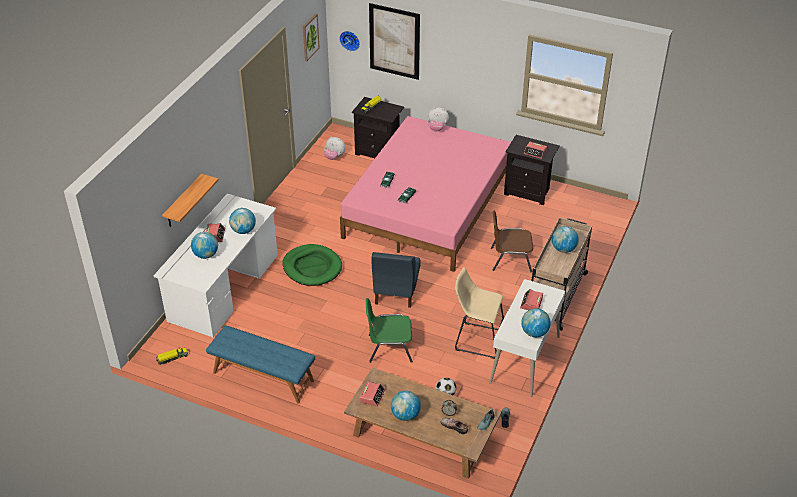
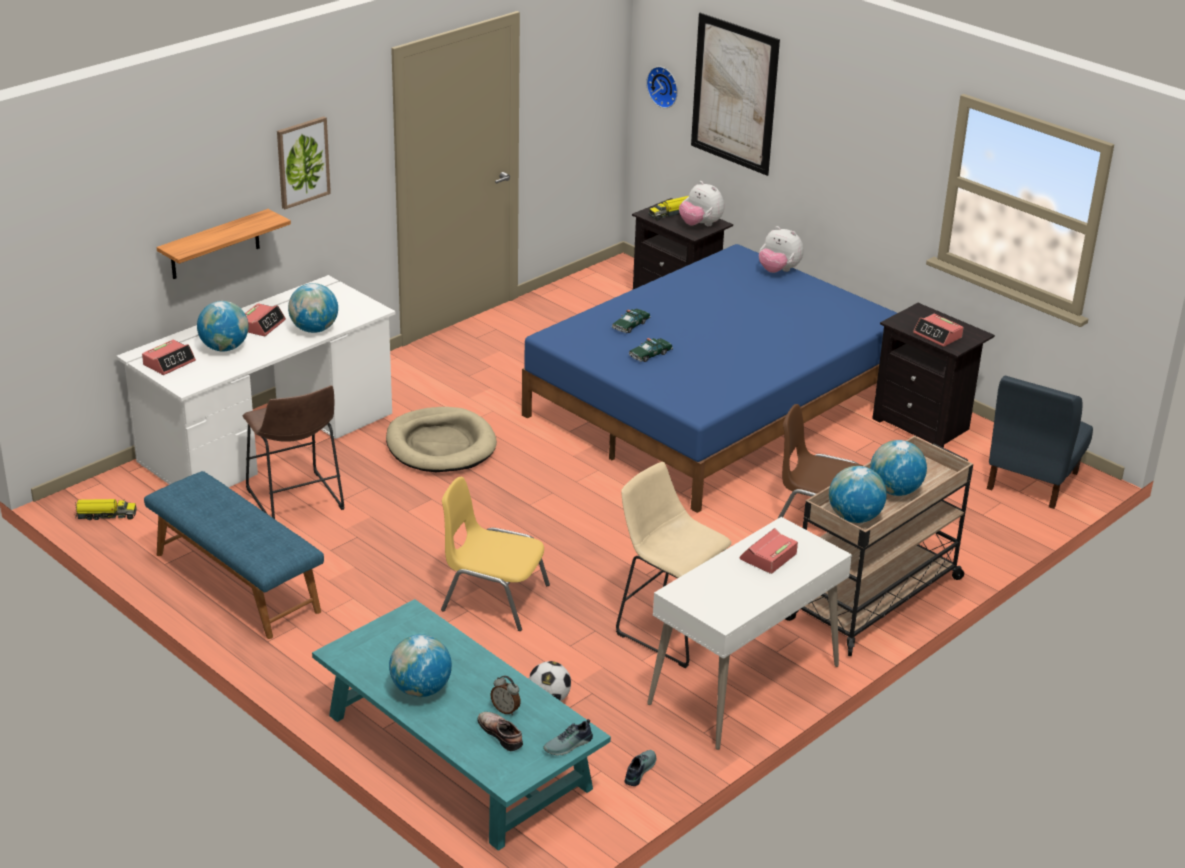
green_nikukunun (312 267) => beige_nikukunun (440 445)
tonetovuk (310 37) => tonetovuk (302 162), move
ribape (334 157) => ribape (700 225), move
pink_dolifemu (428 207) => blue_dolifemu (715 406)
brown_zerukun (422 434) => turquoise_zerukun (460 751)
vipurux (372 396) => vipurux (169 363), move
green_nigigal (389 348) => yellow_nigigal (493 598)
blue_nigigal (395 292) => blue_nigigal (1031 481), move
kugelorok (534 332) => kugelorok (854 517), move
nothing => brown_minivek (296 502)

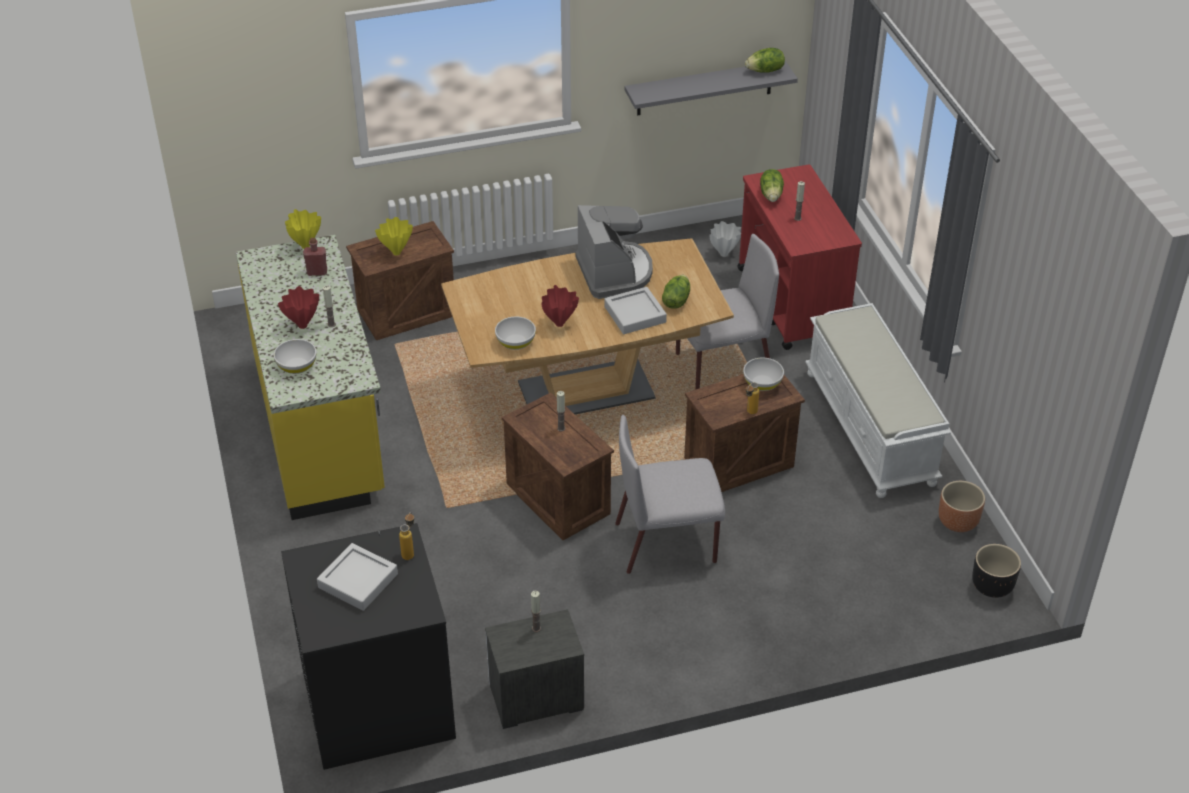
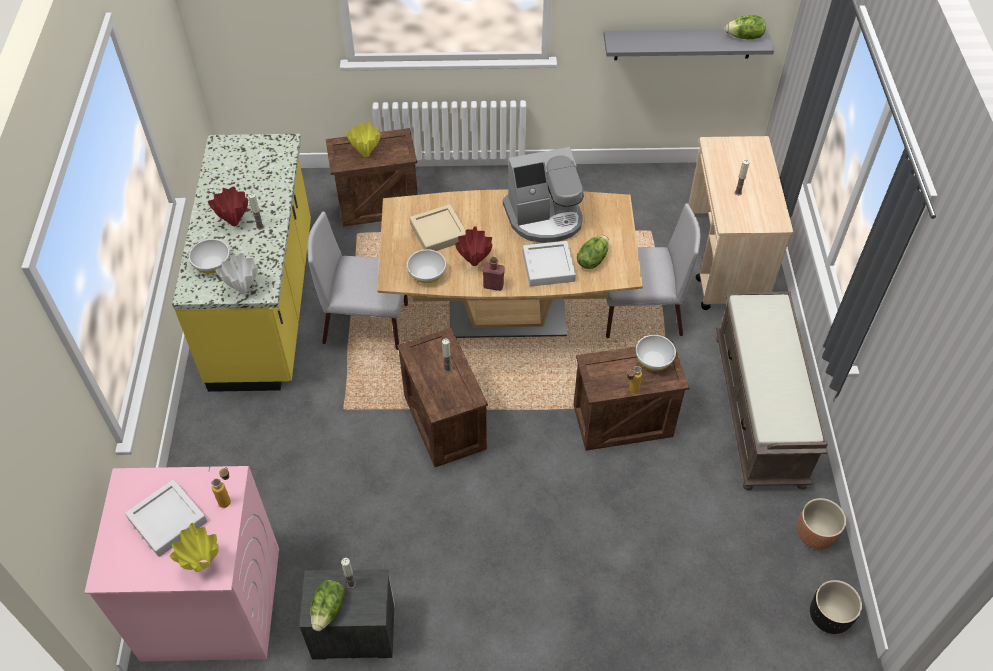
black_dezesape (377 705) => pink_dezesape (210 603)
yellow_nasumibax (306 247) => yellow_nasumibax (203 565), move
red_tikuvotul (317 272) => red_tikuvotul (493 285), move
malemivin (614 272) => malemivin (544 217), 75 degrees clockwise
grey_nigigal (667 542) => grey_nigigal (367 323), move
white_nasumibax (724 254) => white_nasumibax (244 290), move
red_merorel (792 303) => beige_merorel (725 262)
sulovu (771 195) => sulovu (329 609), move
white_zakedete (871 428) => brown_zakedete (760 411)
nothing => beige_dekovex (438 232)

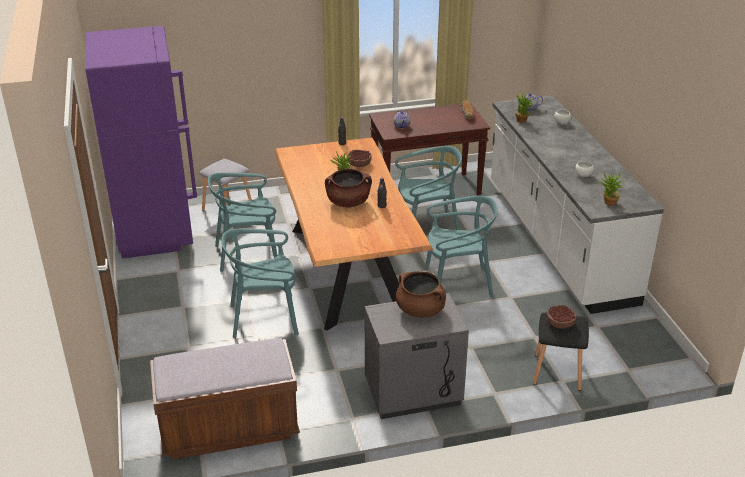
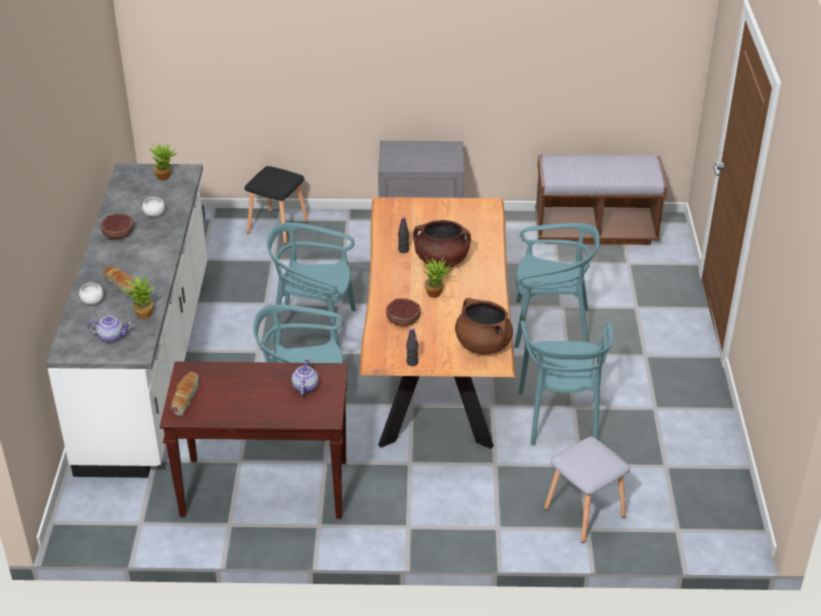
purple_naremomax (155 231) => nothing
turquoise_nigigal (247 254) => turquoise_nigigal (561 417), 90 degrees clockwise
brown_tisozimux (420 310) => brown_tisozimux (482 344), move
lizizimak (560 323) => lizizimak (118 233), move
nothing => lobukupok (122 286)

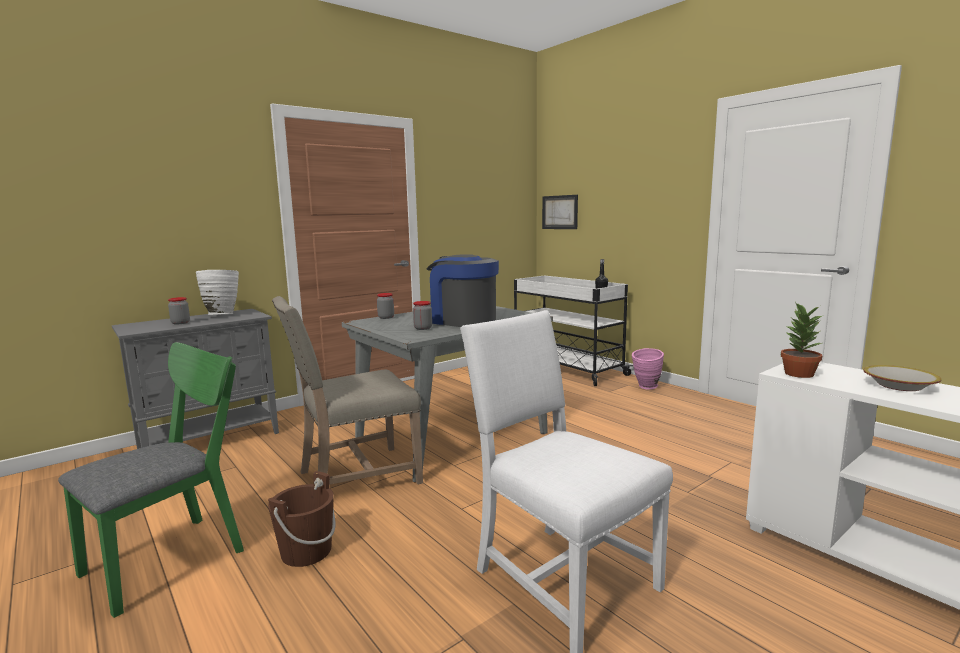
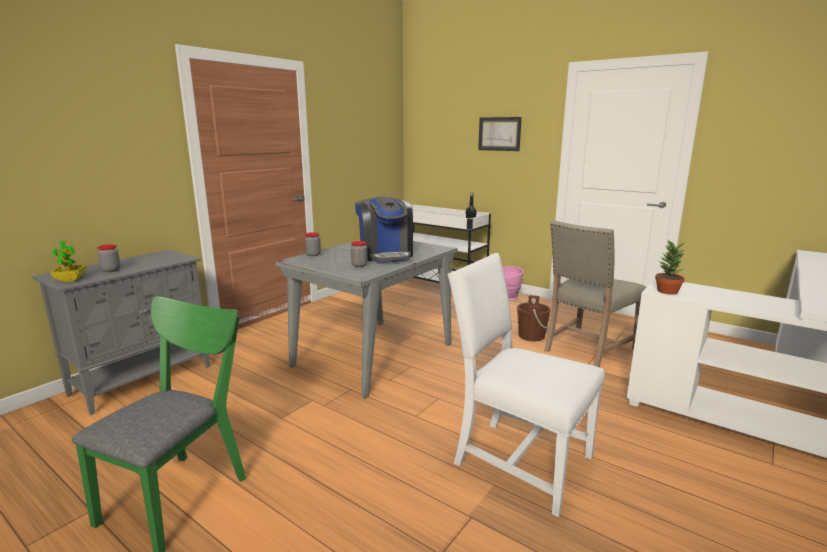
white_nasumibax (222 315) => nothing
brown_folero (306 551) => brown_folero (531 336), move
beige_nigigal (355 477) => beige_nigigal (587 350), move
malemivin (462 320) => malemivin (385 255), 135 degrees counterclockwise
tonetovuk (560 212) => tonetovuk (499 134), move
lizizimak (898 385) => nothing
nothing => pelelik (71 280)

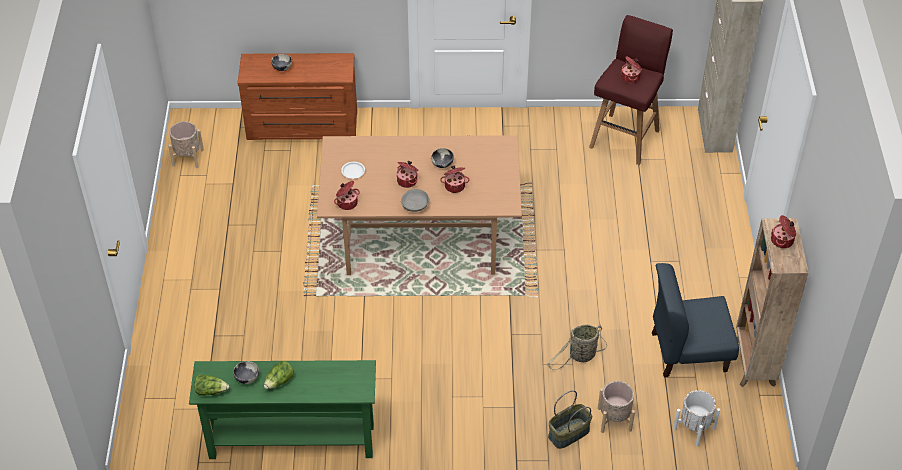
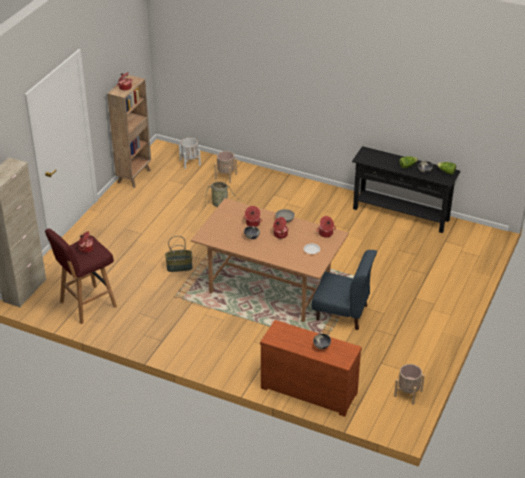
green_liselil (292 442) => black_liselil (401 214)
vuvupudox (569 434) => vuvupudox (179 266), move
blue_nigigal (688 351) => blue_nigigal (342 313), move

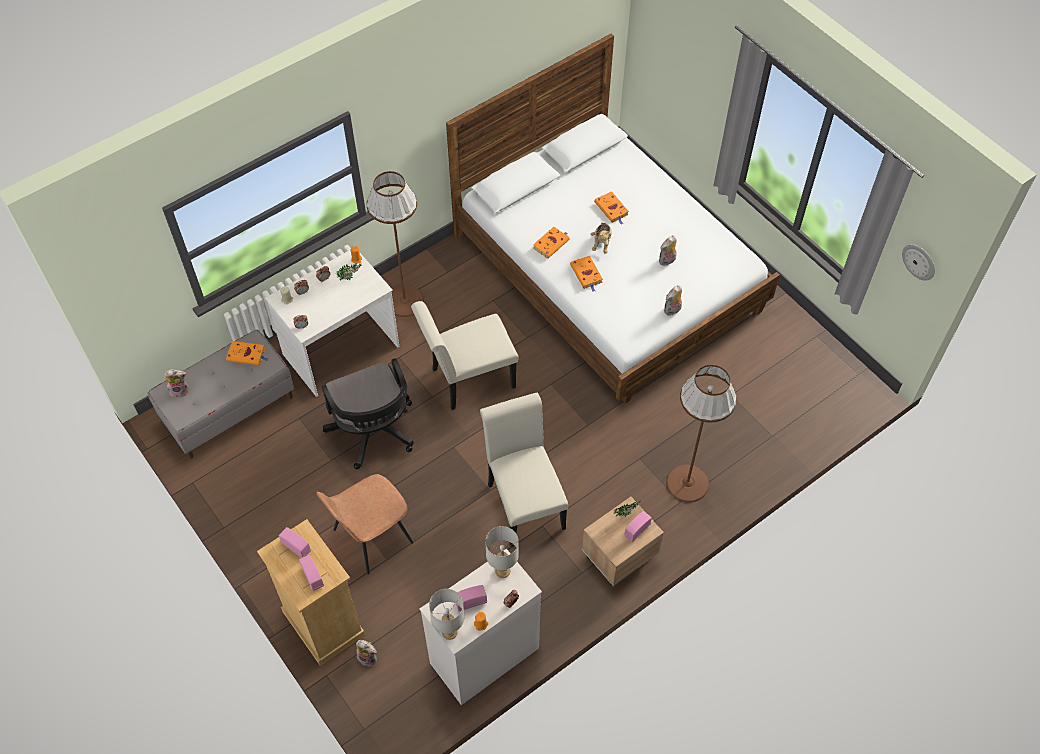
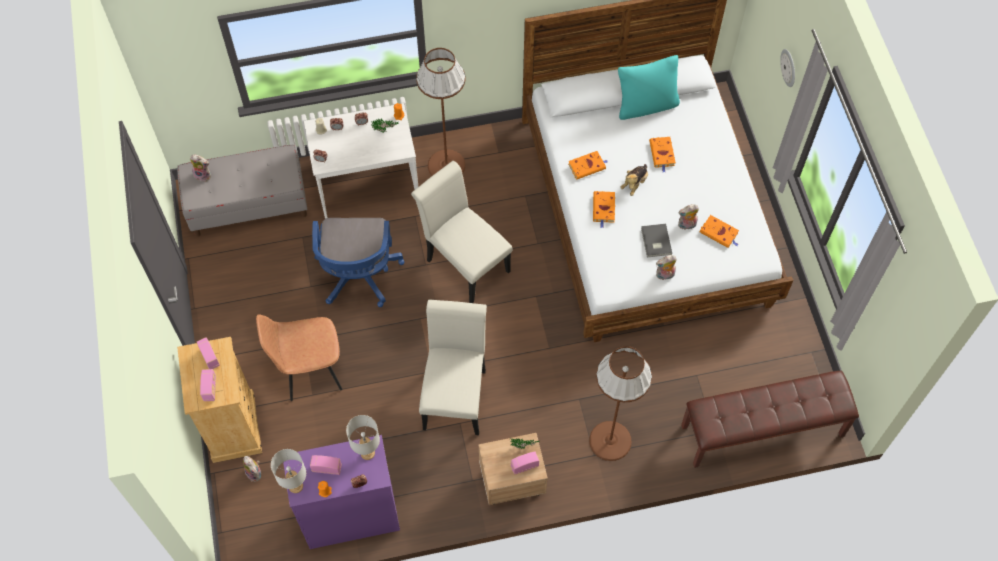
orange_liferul (247 355) => orange_liferul (719 233), move
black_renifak (374 433) => blue_renifak (358 277)
white_nigigal (467 380) => white_nigigal (464 262), 45 degrees clockwise
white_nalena (483 656) => purple_nalena (350 516)
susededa (919 261) => susededa (789 67), move
nothing => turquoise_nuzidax (646 105)
nothing => grey_liferul (655 241)
nothing => brown_zakedete (762 431)

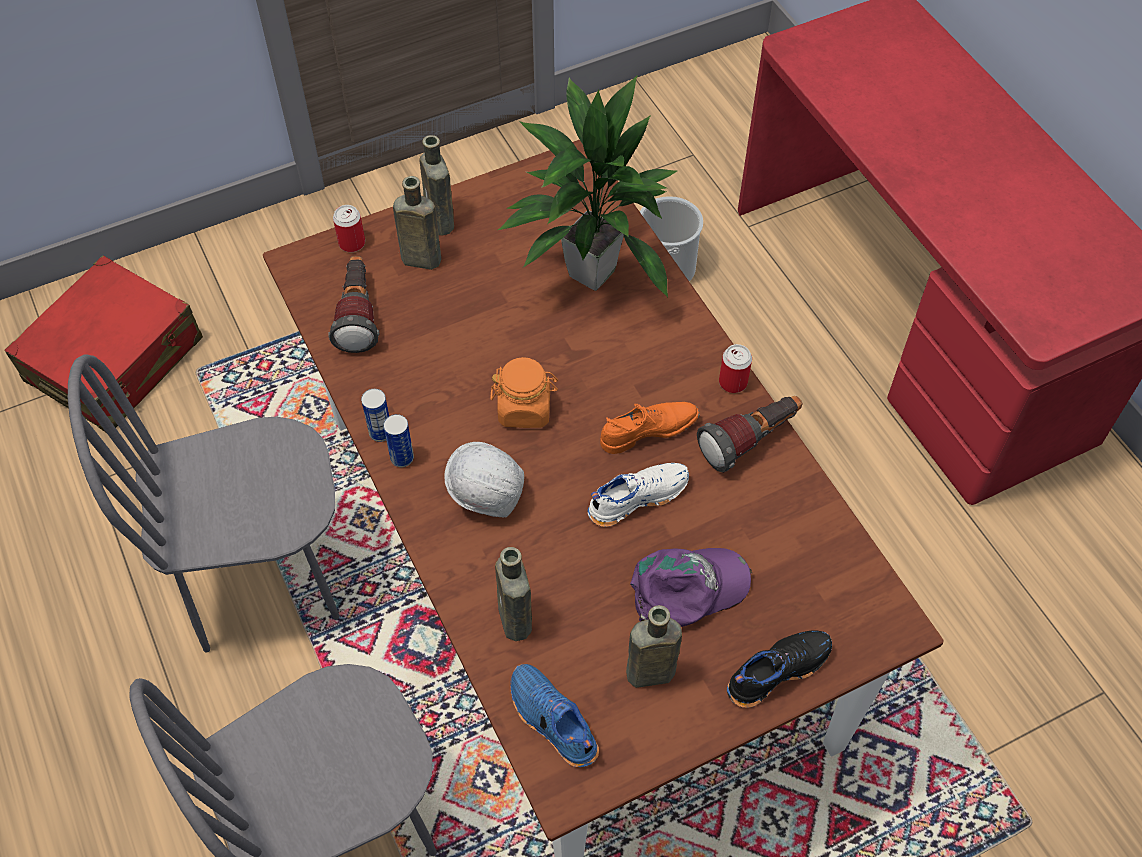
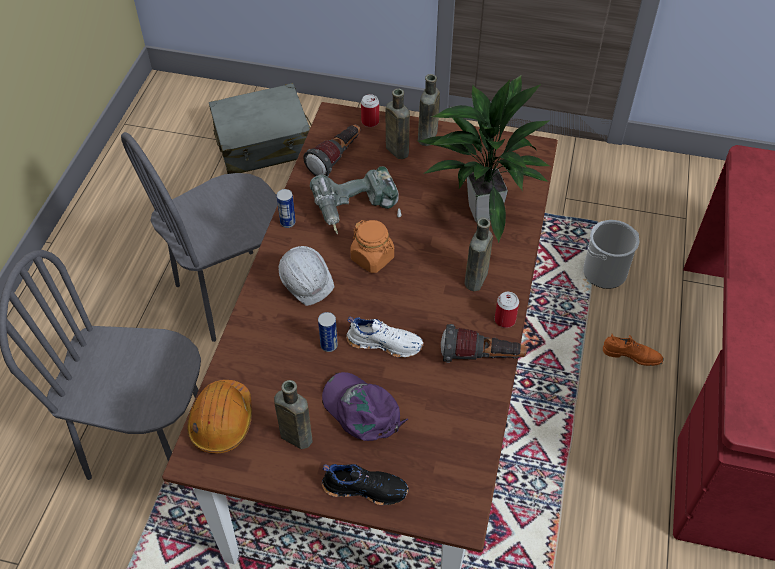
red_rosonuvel (115 360) => grey_rosonuvel (264 143)
grey_nigigal (264 579) => grey_nigigal (232 293), 60 degrees counterclockwise
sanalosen (402 458) => sanalosen (329 345), move
brown_tikuvotul (516 622) => brown_tikuvotul (475 281), move
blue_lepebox (551 721) => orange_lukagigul (222 421)
orange_lepebox (648 431) => orange_lepebox (631 356), move
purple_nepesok (688 590) => purple_nepesok (361 410), 150 degrees counterclockwise
nothing => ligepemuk (356 211)

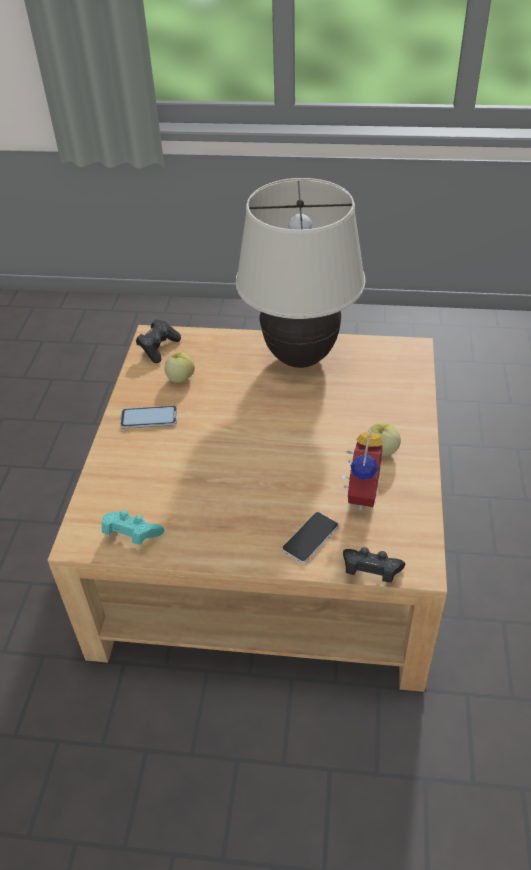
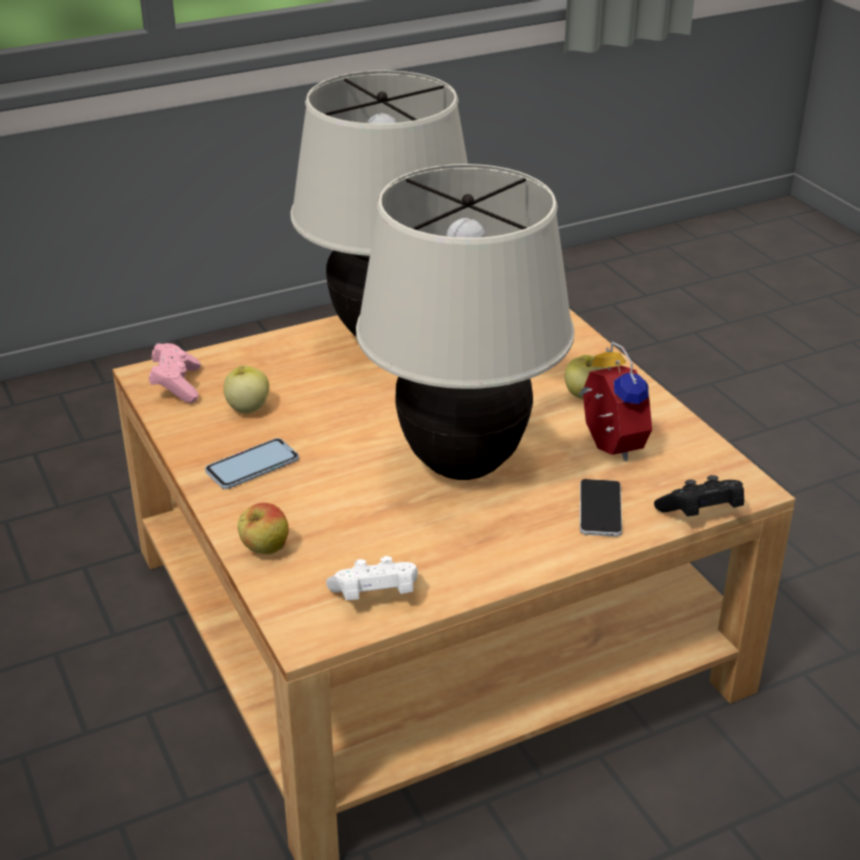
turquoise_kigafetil (131 535) => white_kigafetil (375 596)
black_kigafetil (159 348) => pink_kigafetil (176 385)
nothing => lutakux (264 550)
nothing => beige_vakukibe (463 465)

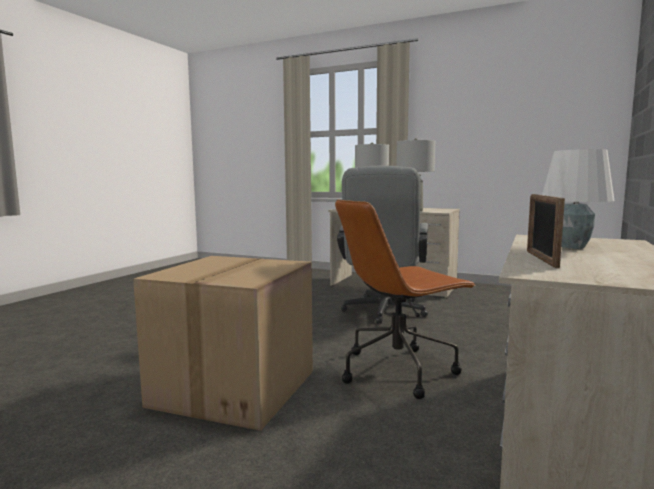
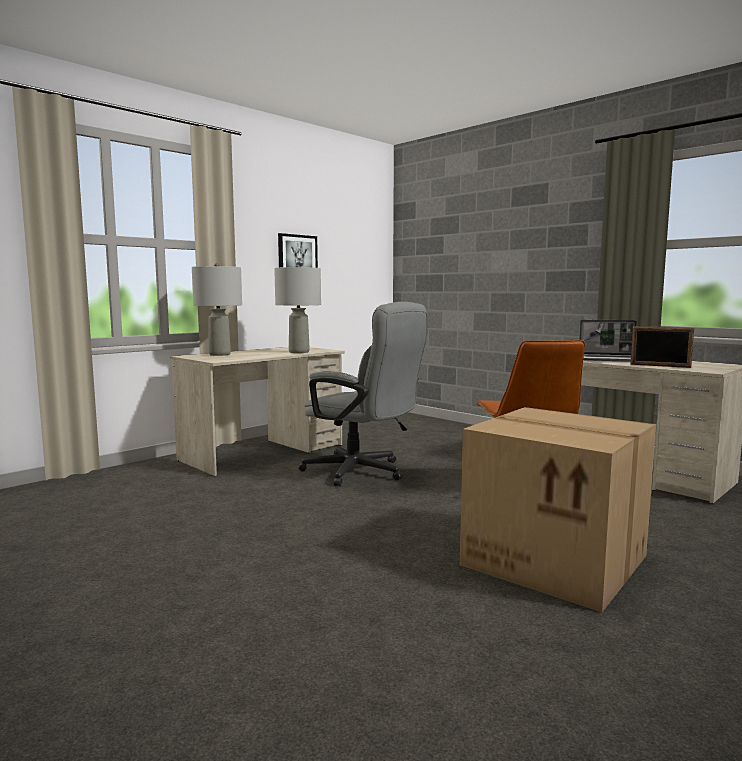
white_vakukibe (573 247) => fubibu (609 359)
nothing => tonetovuk (297 255)

